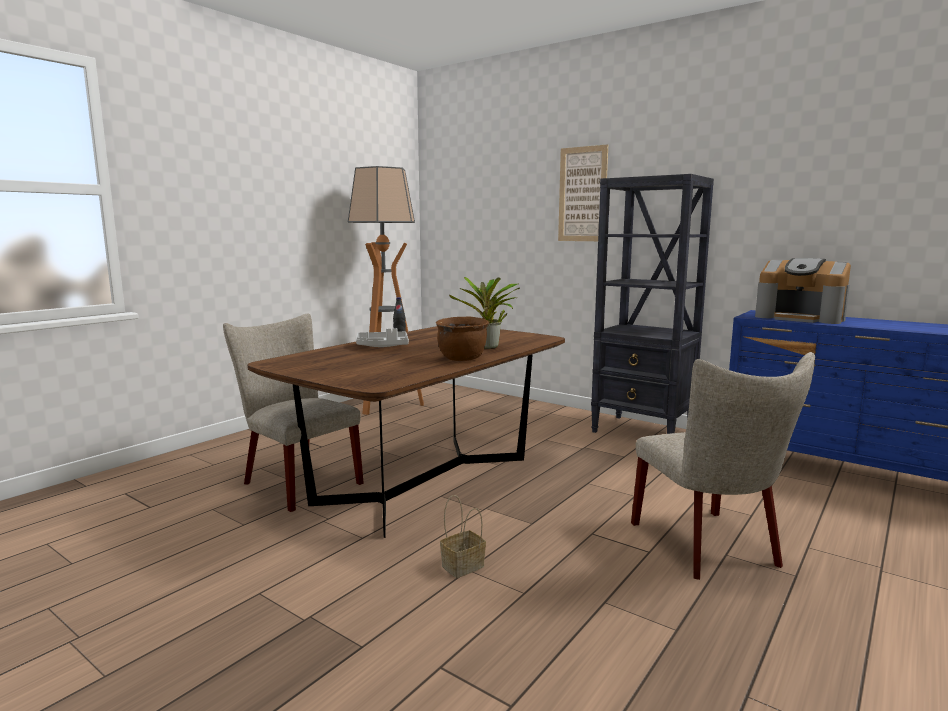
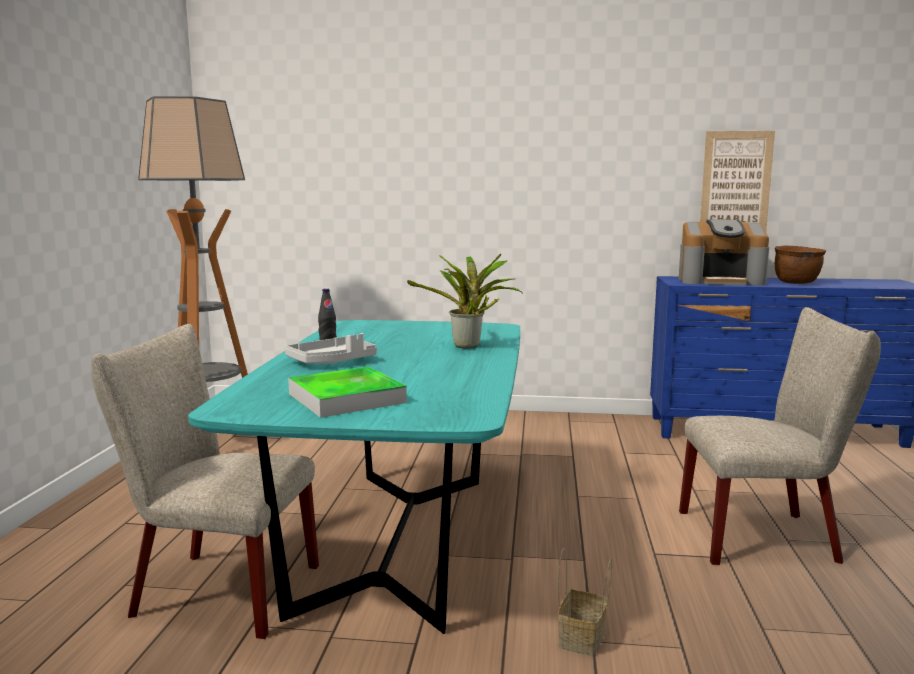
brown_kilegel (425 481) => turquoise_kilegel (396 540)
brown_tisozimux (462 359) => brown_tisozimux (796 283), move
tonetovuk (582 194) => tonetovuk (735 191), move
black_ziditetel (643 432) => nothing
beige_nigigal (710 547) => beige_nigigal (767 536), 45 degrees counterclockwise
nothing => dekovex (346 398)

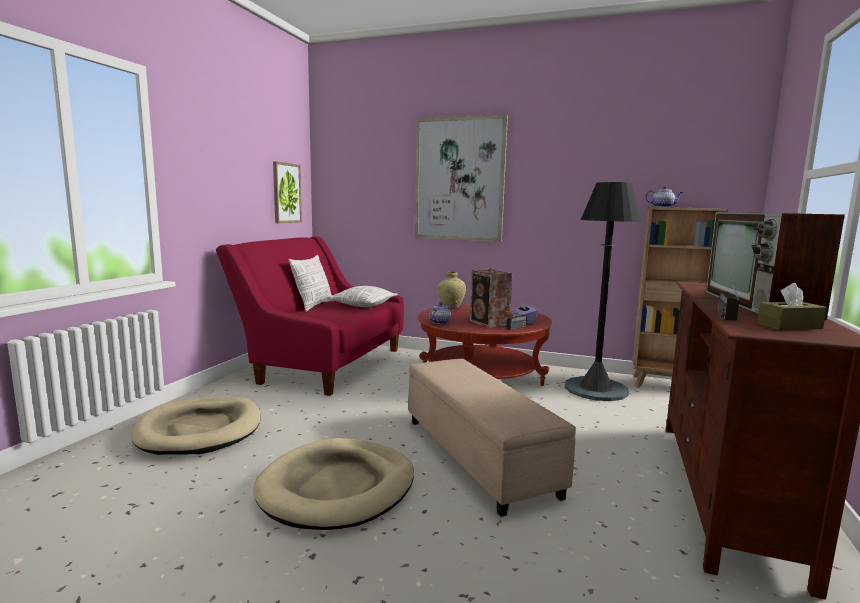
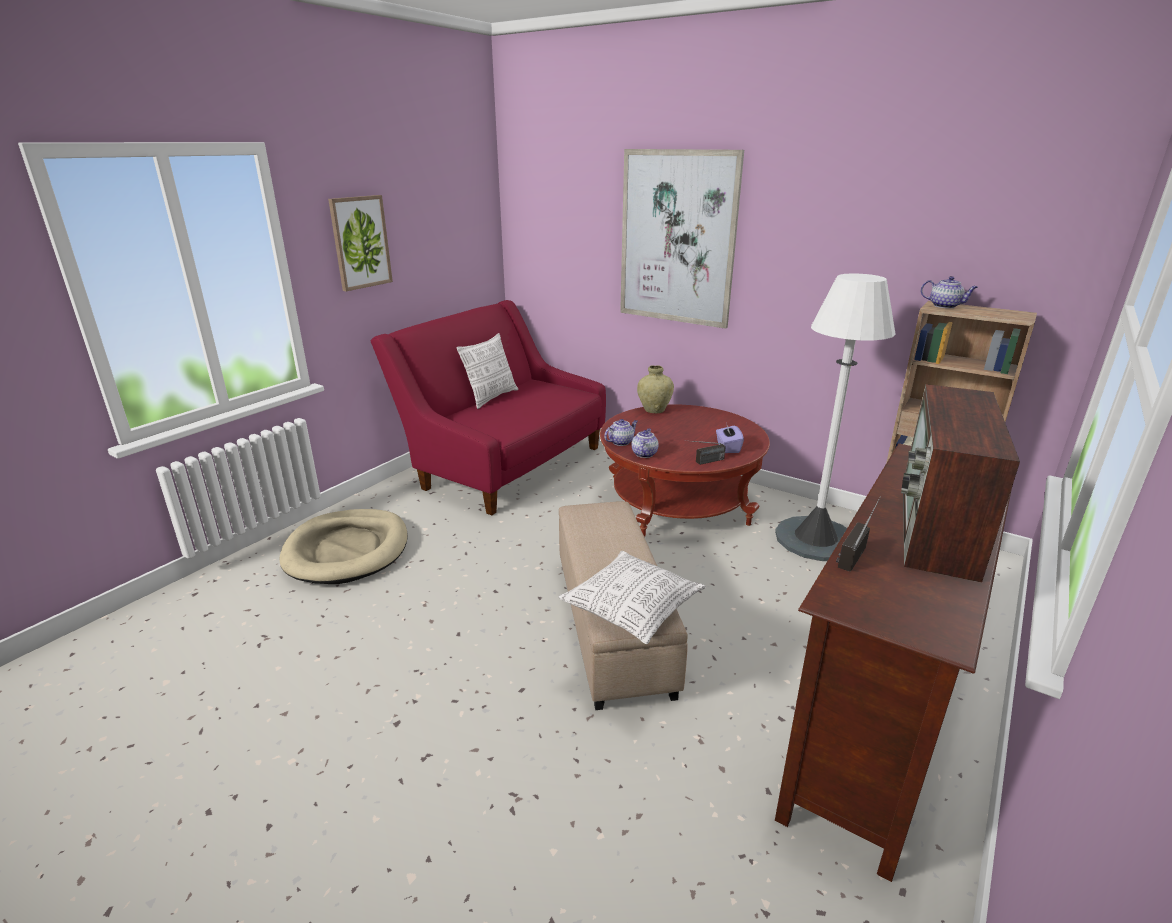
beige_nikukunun (337 488) => nothing
tonetovuk (286 193) => tonetovuk (360 242), move
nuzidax (363 305) => nuzidax (632 608), move
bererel (489 323) => nothing
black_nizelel (595 389) => white_nizelel (815 539)
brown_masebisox (789 326) => nothing
nothing => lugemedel (644 454)

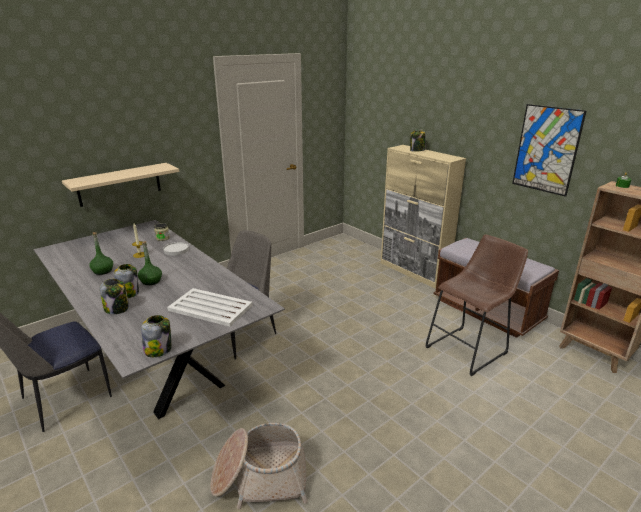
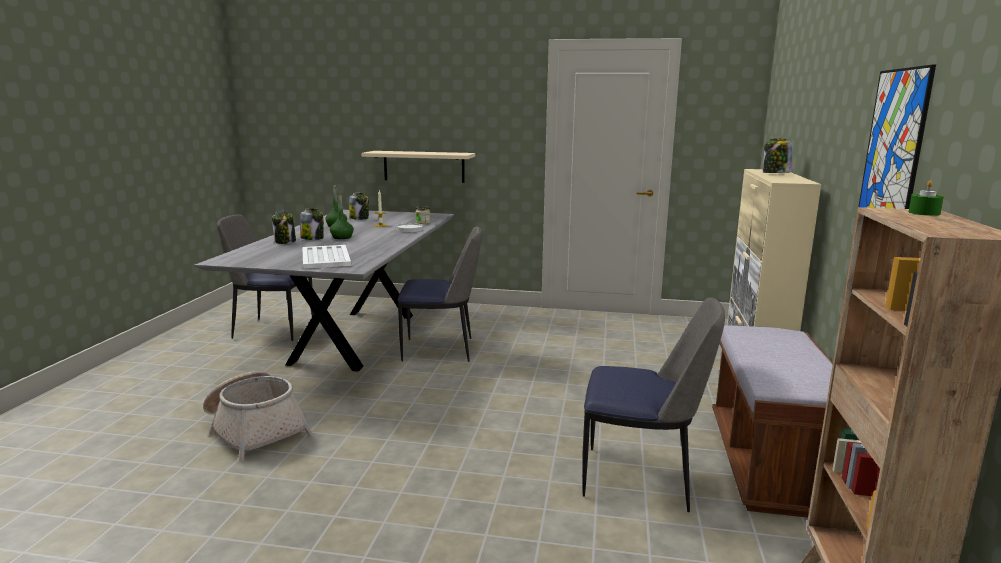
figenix (158 350) => figenix (359 218), move
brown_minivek (469 349) => nigigal (641 478)

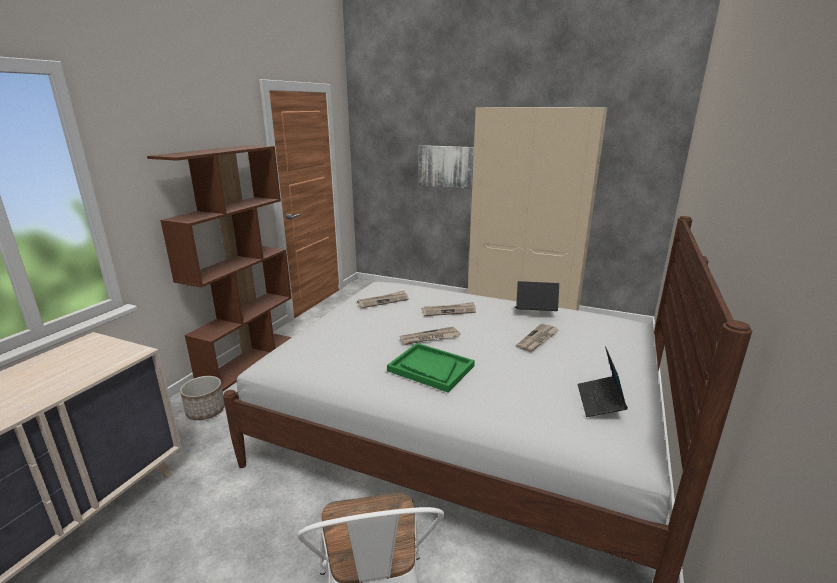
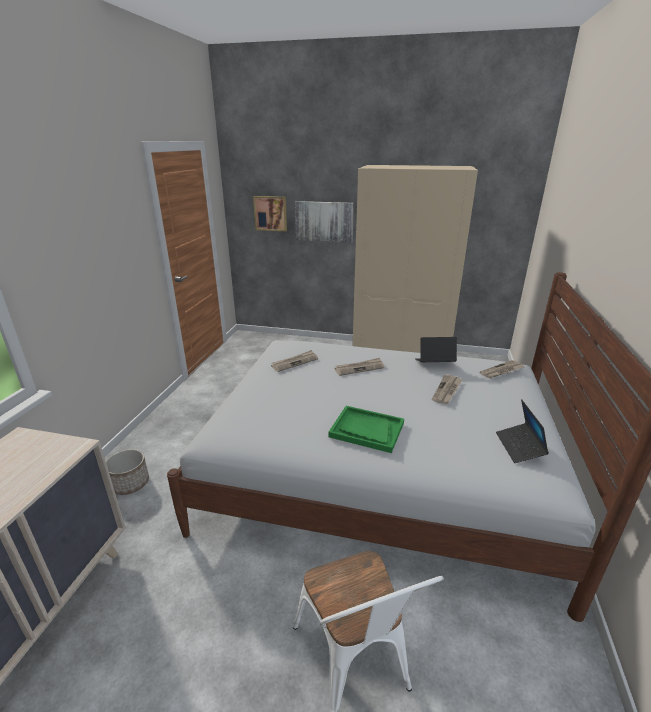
brown_ziditetel (250 360) => nothing
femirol (429 338) => femirol (502 371), move
nothing => tonetovuk (270 213)

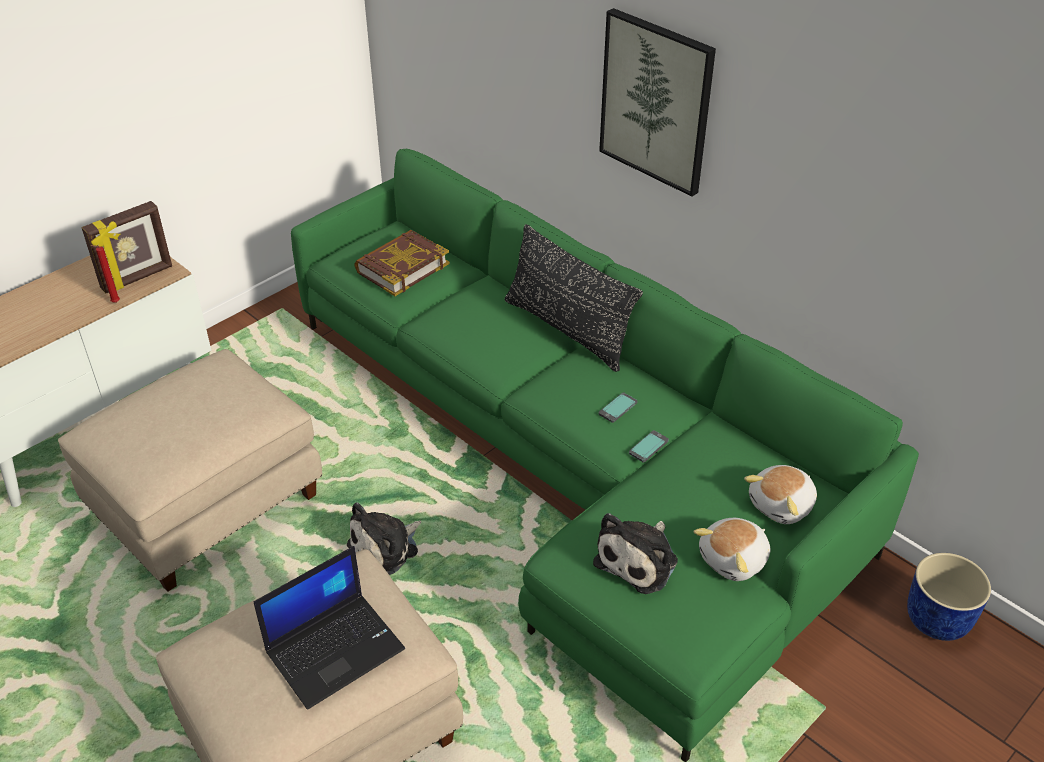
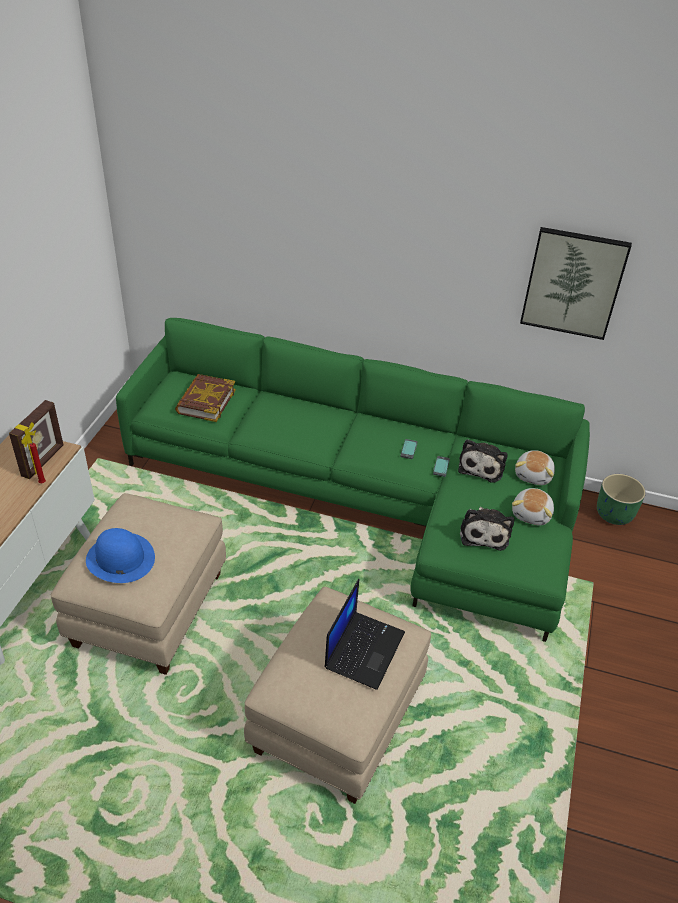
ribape (387 547) => ribape (482 466), move
black_nuzidax (567 330) => nothing
tonetovuk (656 101) => tonetovuk (573 283), move
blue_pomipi (938 619) => green_pomipi (614 514)
nothing => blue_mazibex (120 558)

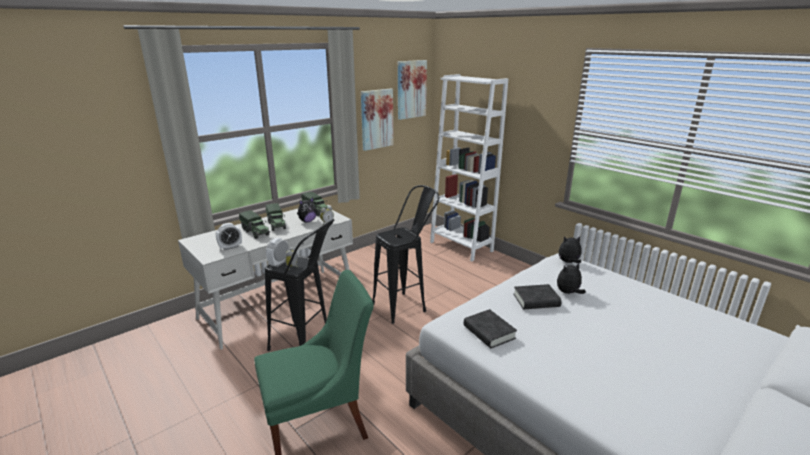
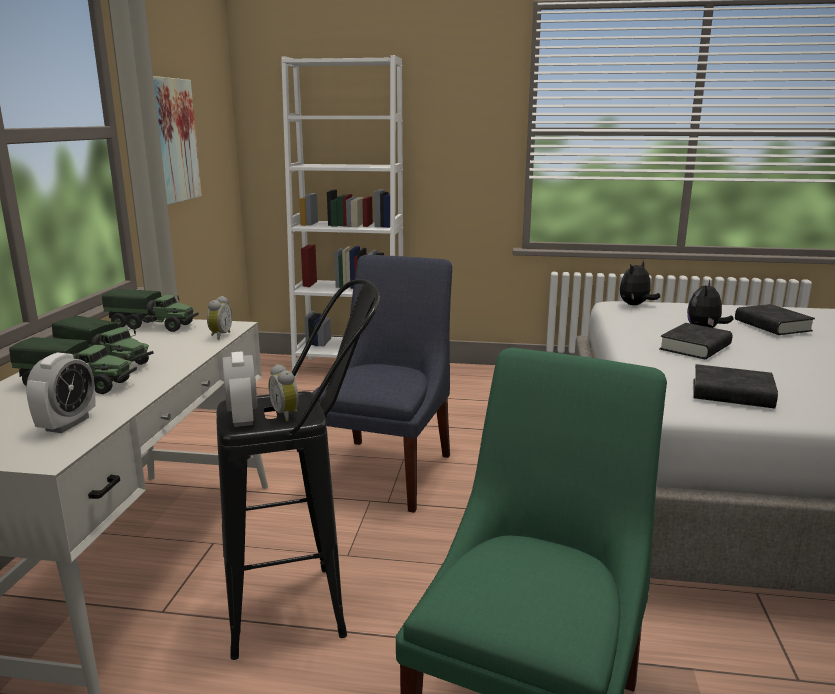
ribape (307 221) => nothing
black_minivek (405 305) => blue_nigigal (387 470)
tonetovuk (411 89) => nothing
nothing => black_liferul (772 325)

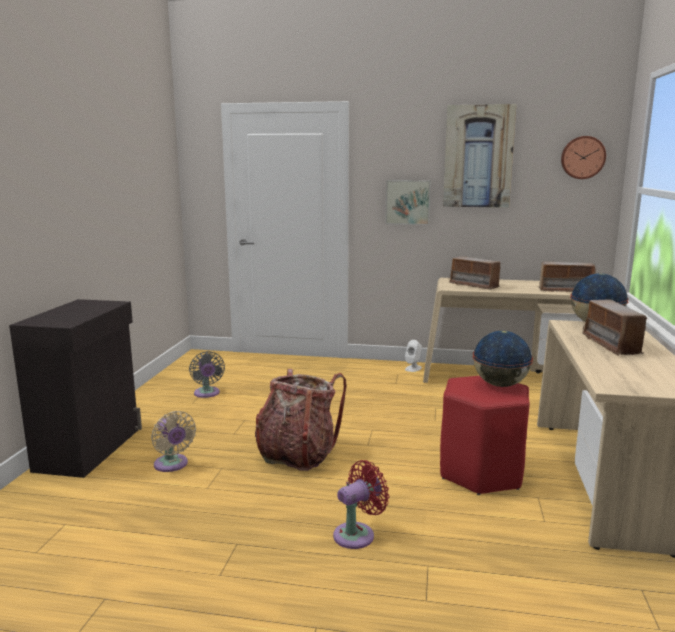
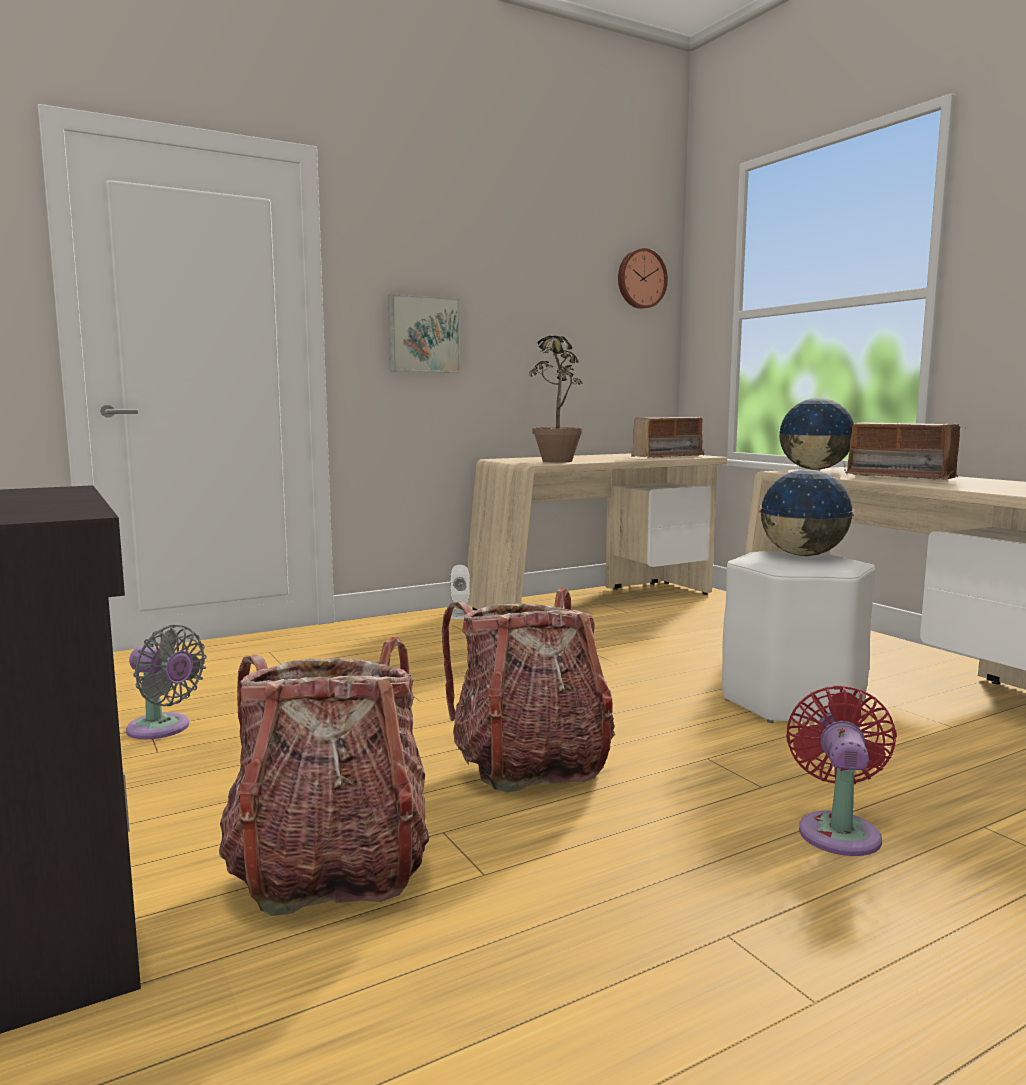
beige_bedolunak (172 465) => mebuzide (330 867)
red_minivek (480 473) => white_minivek (791 702)
tonetovuk (478 156) => nothing
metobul (474 285) => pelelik (556 460)

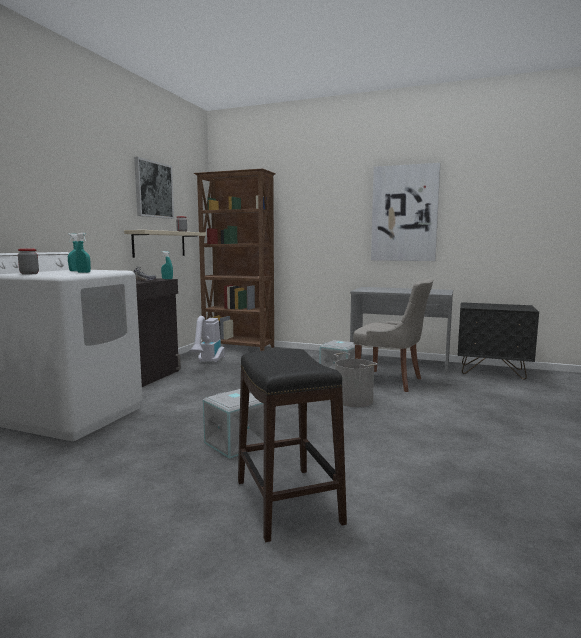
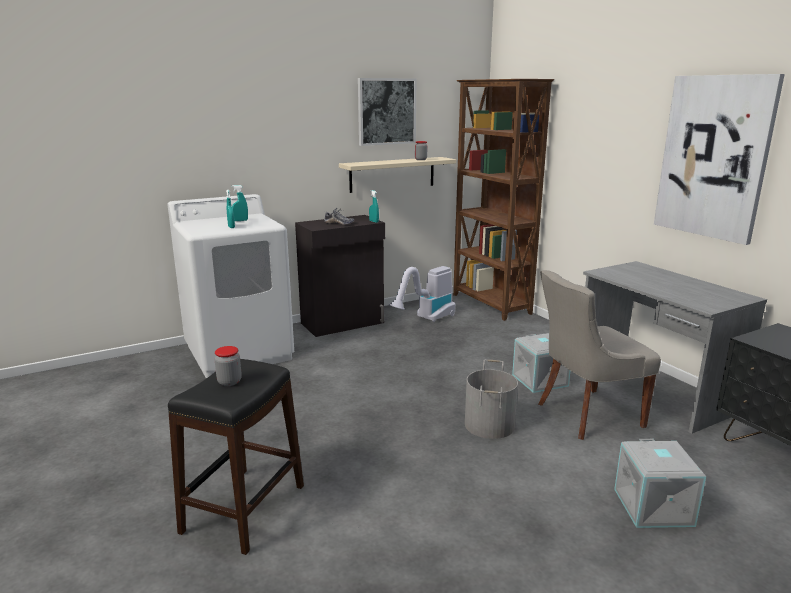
figenix (29 274) => figenix (229 382), move
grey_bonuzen (237 443) => grey_bonuzen (654 507), move
grey_nigigal (390 381) => grey_nigigal (586 414), 90 degrees clockwise

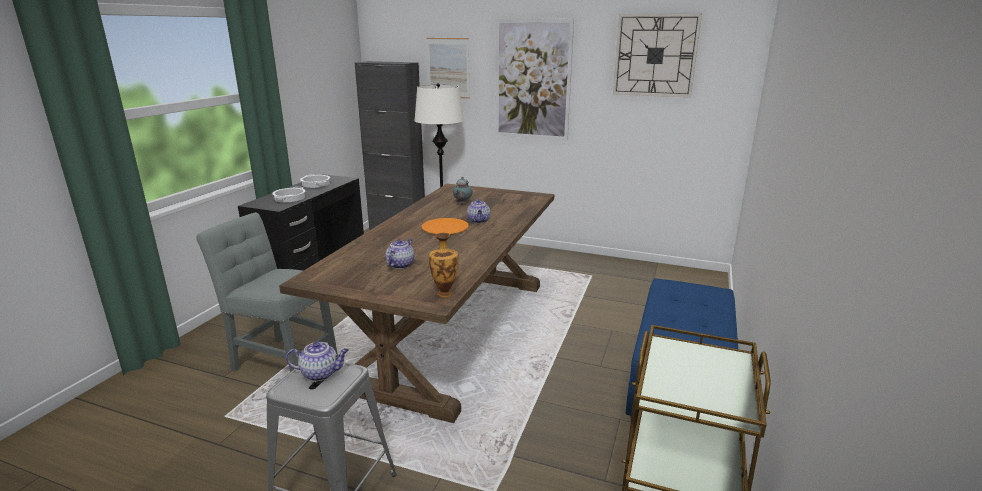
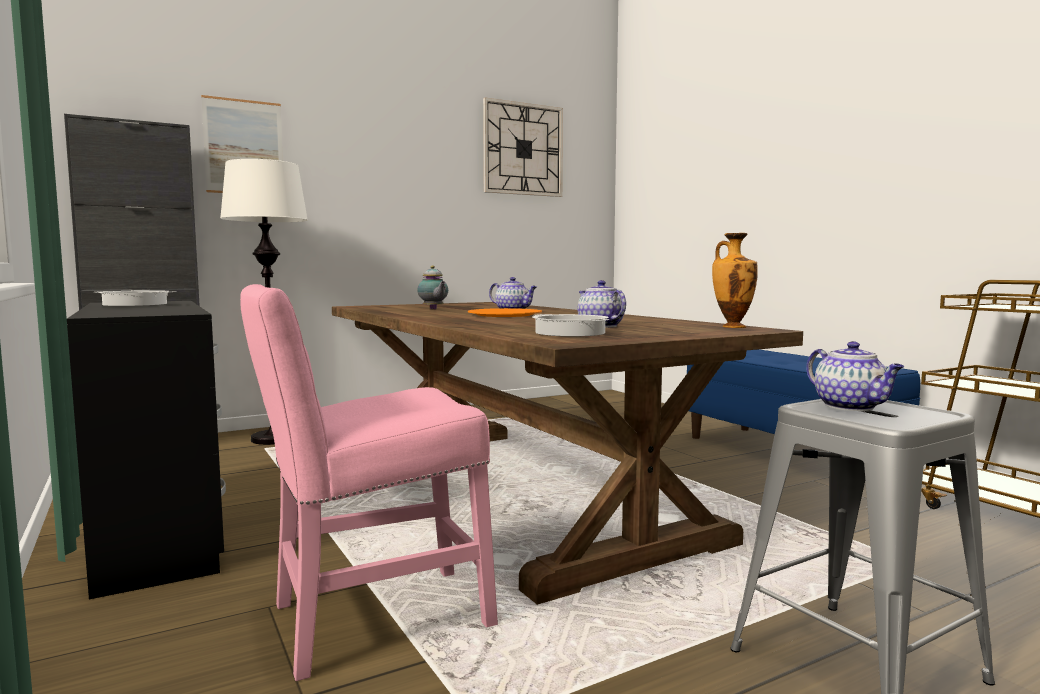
grey_nigigal (282 362) => pink_nigigal (370 619)
tisozimux (290 198) => tisozimux (571 333), move
lugemedel (321 373) => lugemedel (851 407), 120 degrees clockwise
tonetovuk (532 80) => nothing

